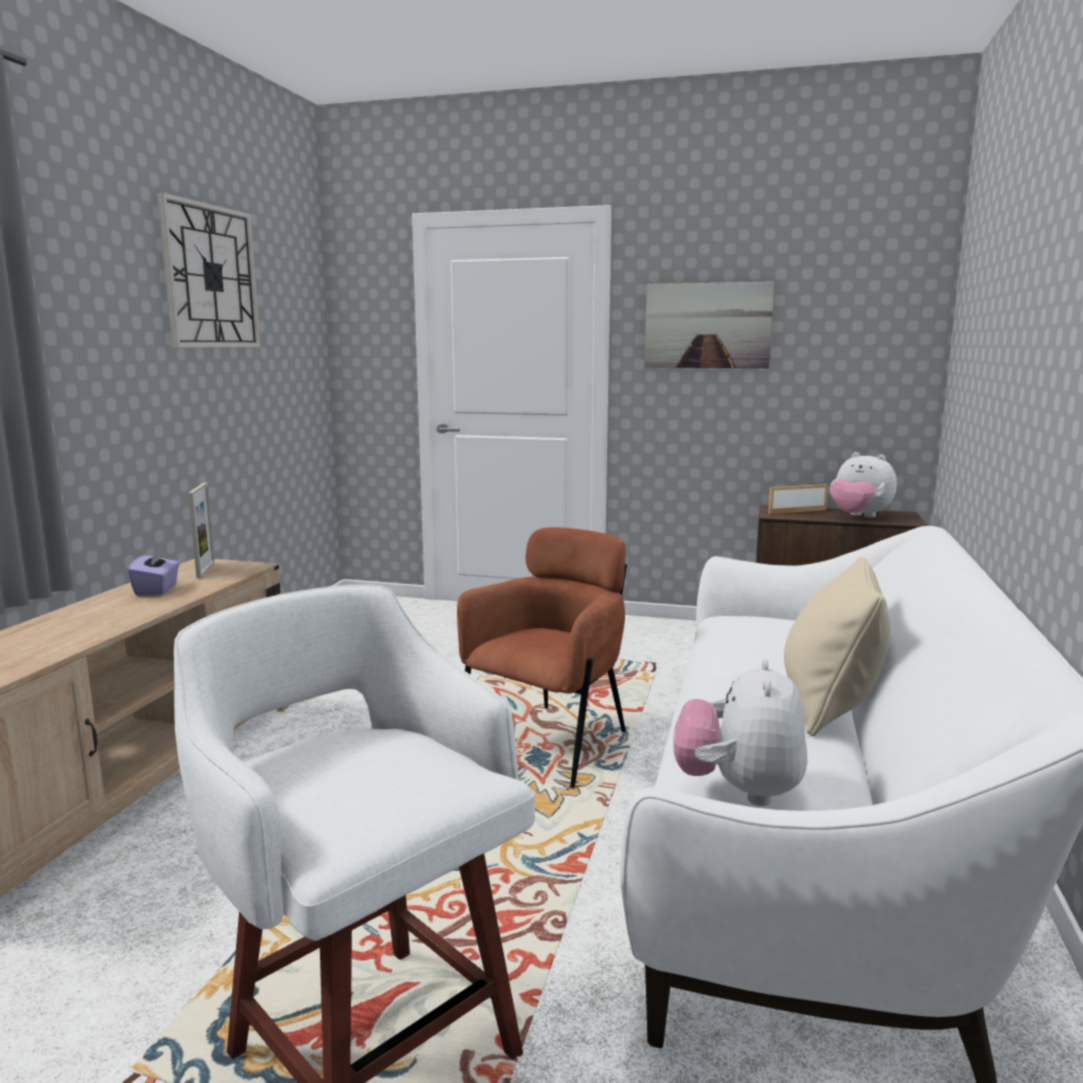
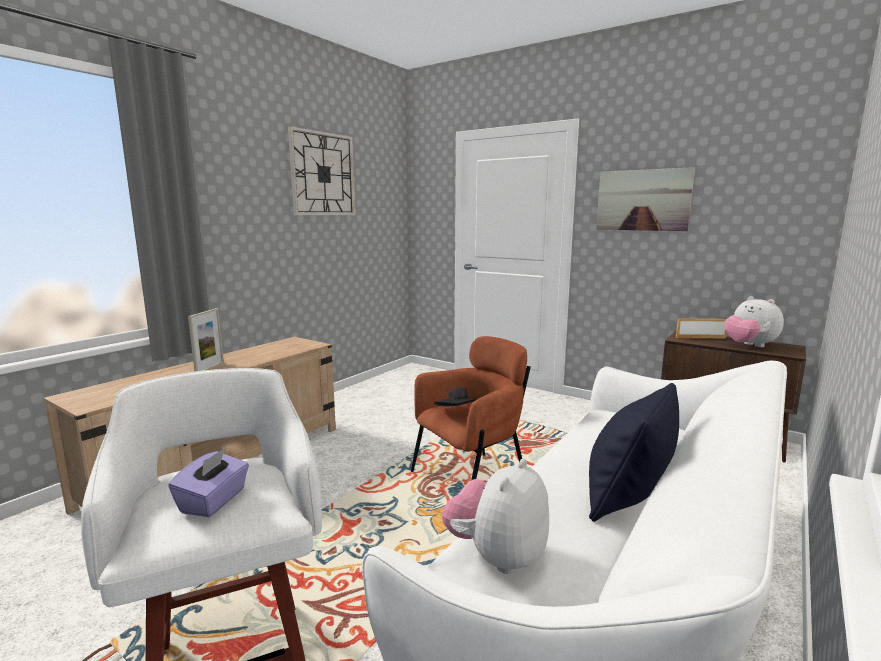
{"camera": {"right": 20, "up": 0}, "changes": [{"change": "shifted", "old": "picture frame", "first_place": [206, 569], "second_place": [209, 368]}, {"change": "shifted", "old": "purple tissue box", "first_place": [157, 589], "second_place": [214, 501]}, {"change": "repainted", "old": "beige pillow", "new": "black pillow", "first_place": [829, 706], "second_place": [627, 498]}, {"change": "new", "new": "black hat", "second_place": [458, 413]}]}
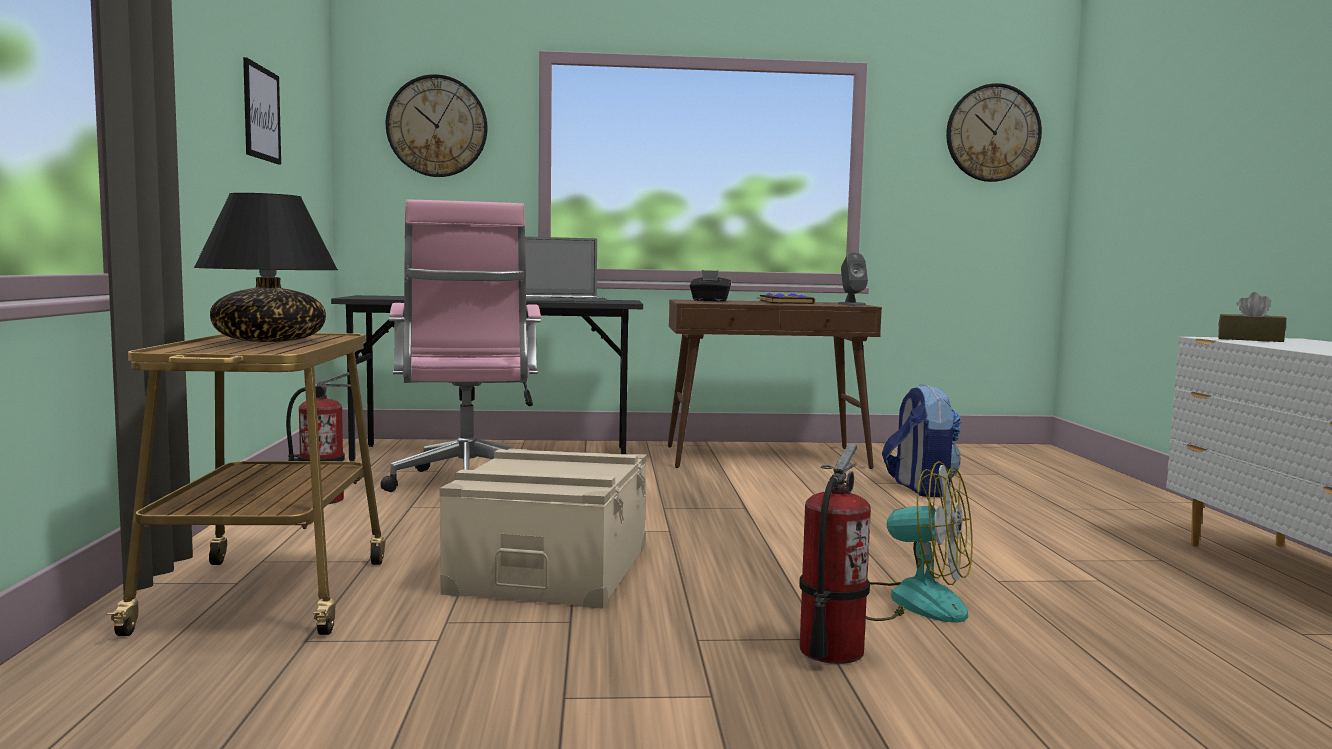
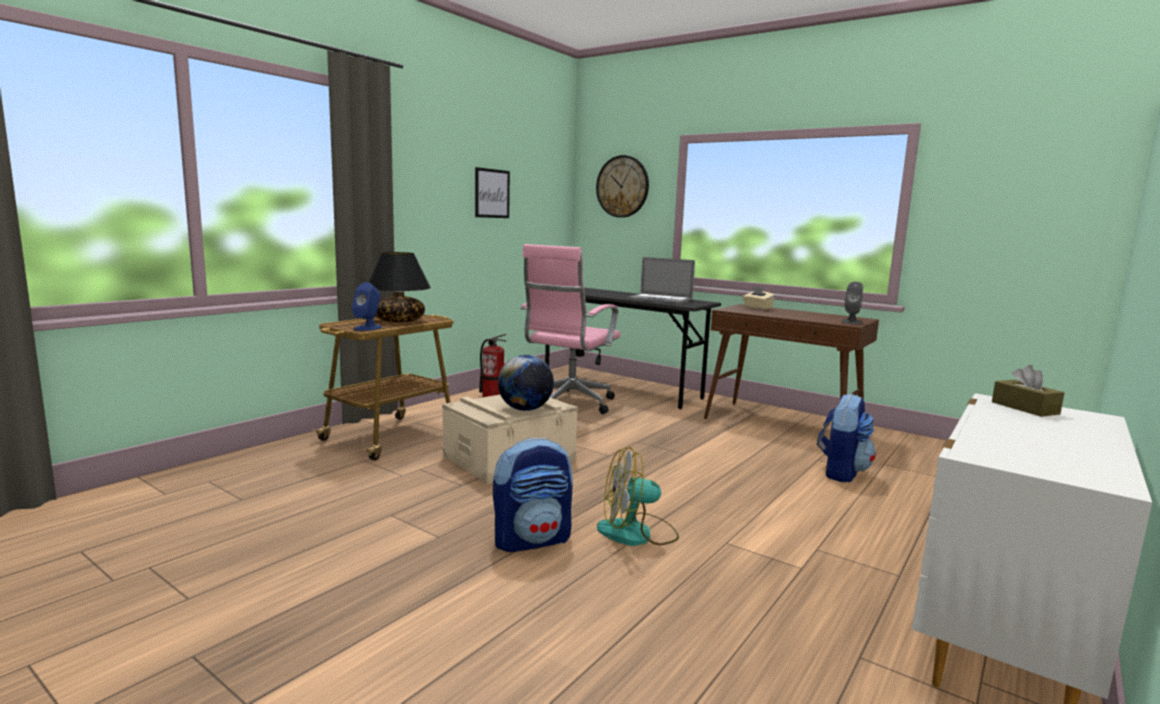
{"camera": {"right": 40, "up": 5}, "changes": [{"change": "gone", "old": "wall clock", "first_place": [993, 133]}, {"change": "repainted", "old": "black tissue box", "new": "beige tissue box", "first_place": [709, 300], "second_place": [757, 308]}, {"change": "gone", "old": "book", "first_place": [784, 302]}, {"change": "swapped", "old": "fire extinguisher", "new": "backpack", "first_place": [830, 651], "second_place": [532, 540]}, {"change": "rotated", "old": "fan", "first_place": [908, 601], "second_place": [637, 533], "degrees": 105}, {"change": "new", "new": "blue speaker", "second_place": [368, 328]}, {"change": "new", "new": "globe", "second_place": [525, 409]}]}
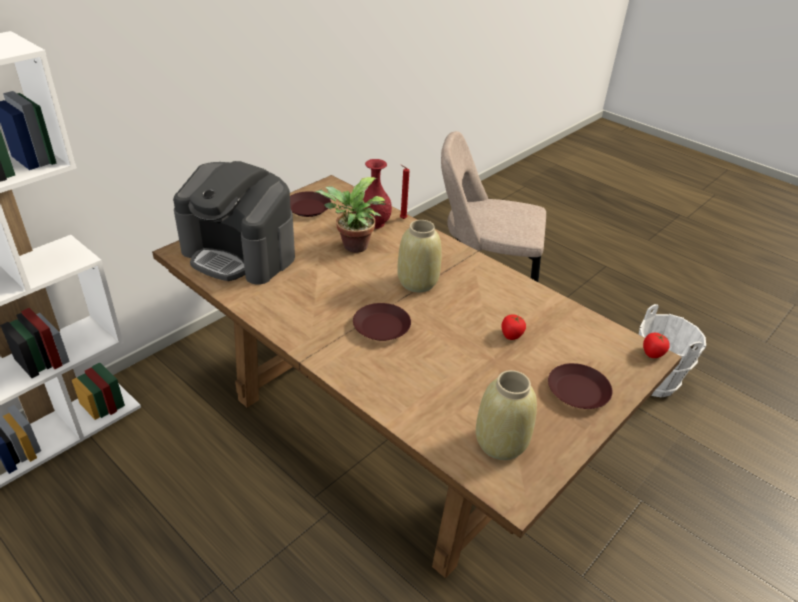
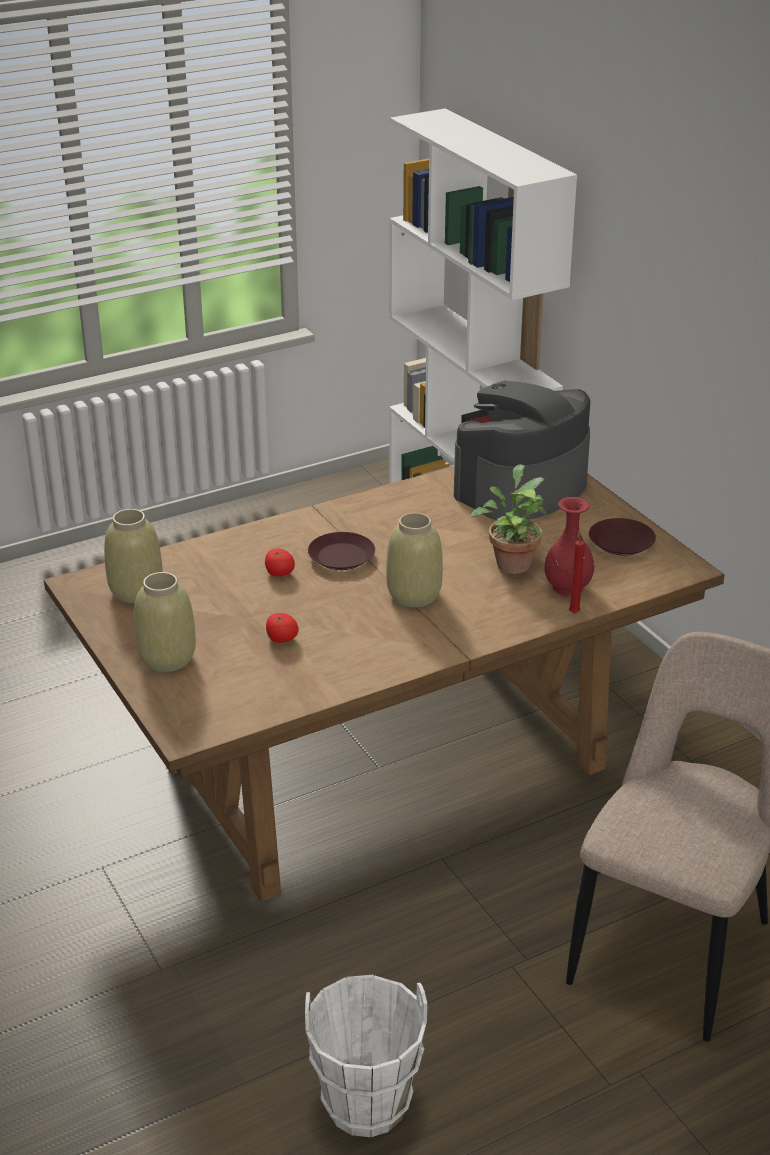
{"camera": {"right": 110, "up": -5}, "changes": [{"change": "shifted", "old": "tomato", "first_place": [652, 353], "second_place": [279, 573]}, {"change": "swapped", "old": "brown plate", "new": "beige vase", "first_place": [578, 391], "second_place": [166, 658]}]}
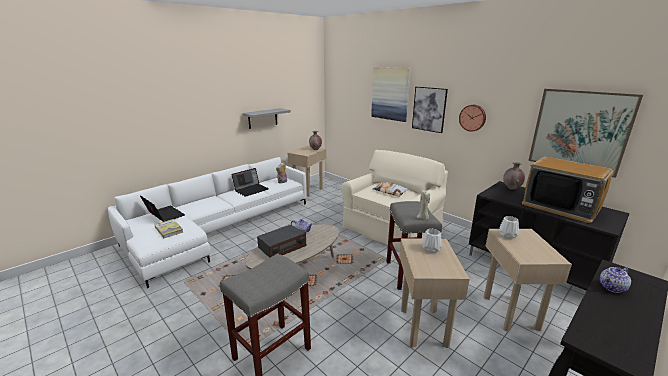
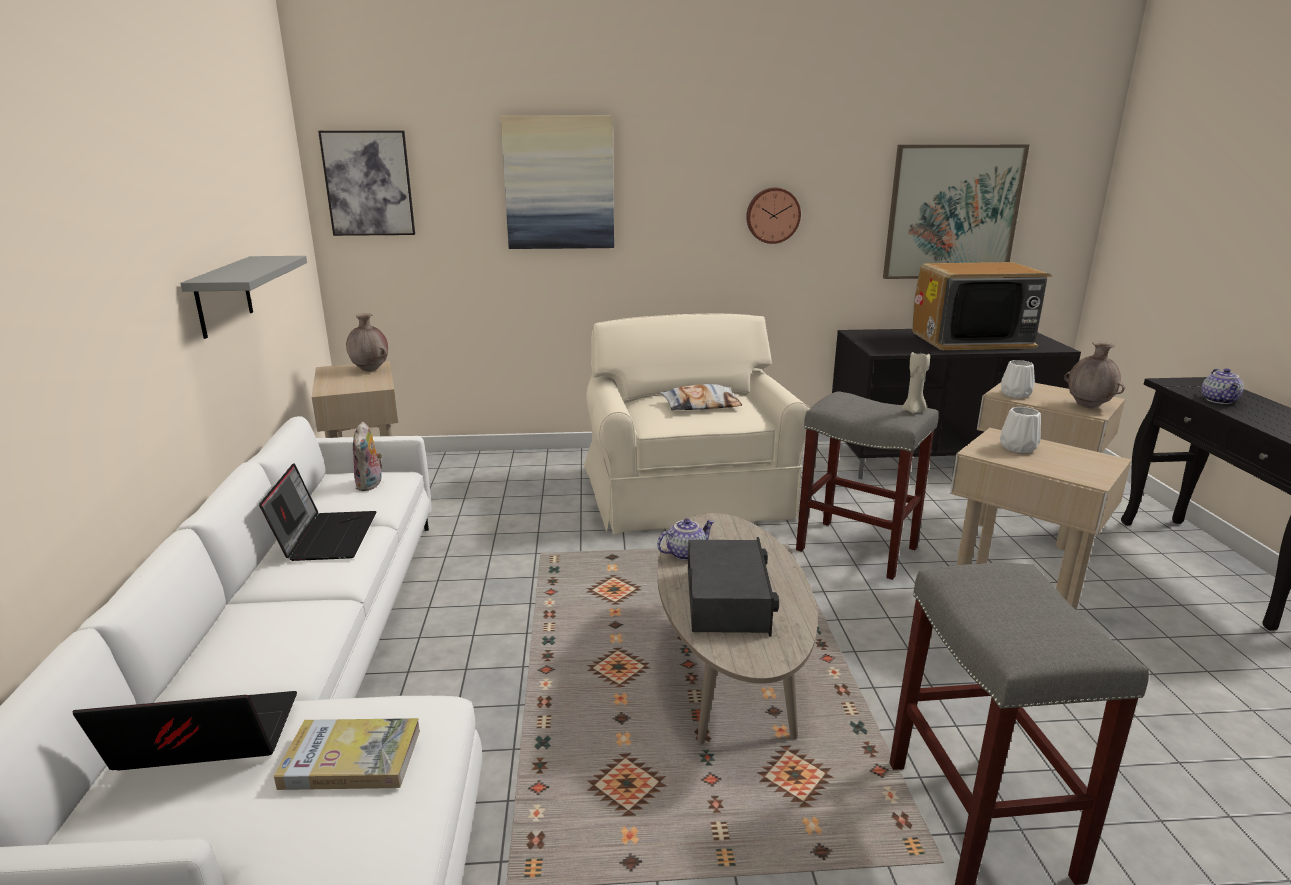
{"camera": {"right": -50, "up": 0}, "changes": [{"change": "shifted", "old": "picture", "first_place": [429, 109], "second_place": [368, 183]}, {"change": "shifted", "old": "brown vase", "first_place": [511, 188], "second_place": [1088, 406]}]}
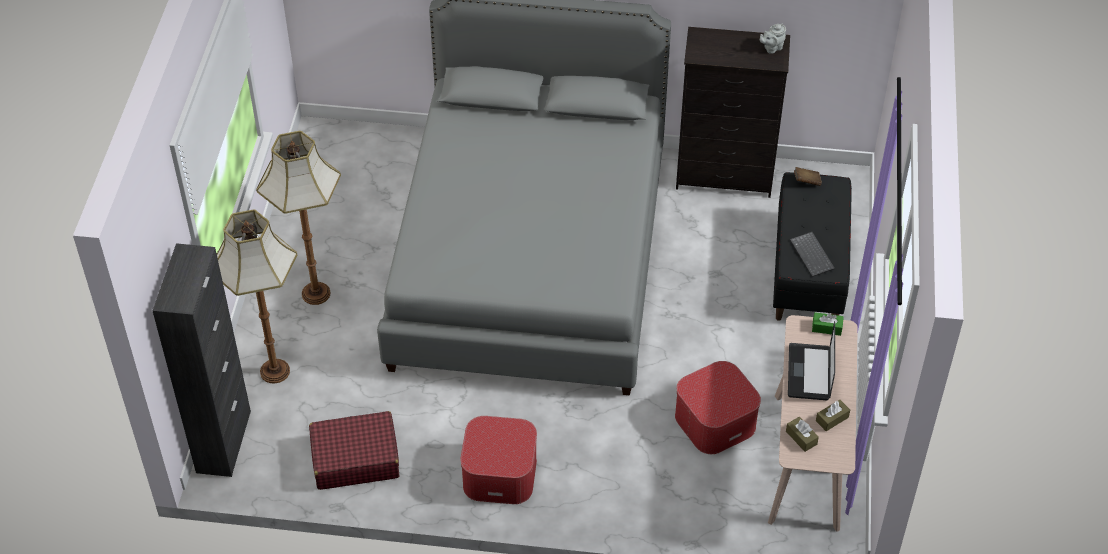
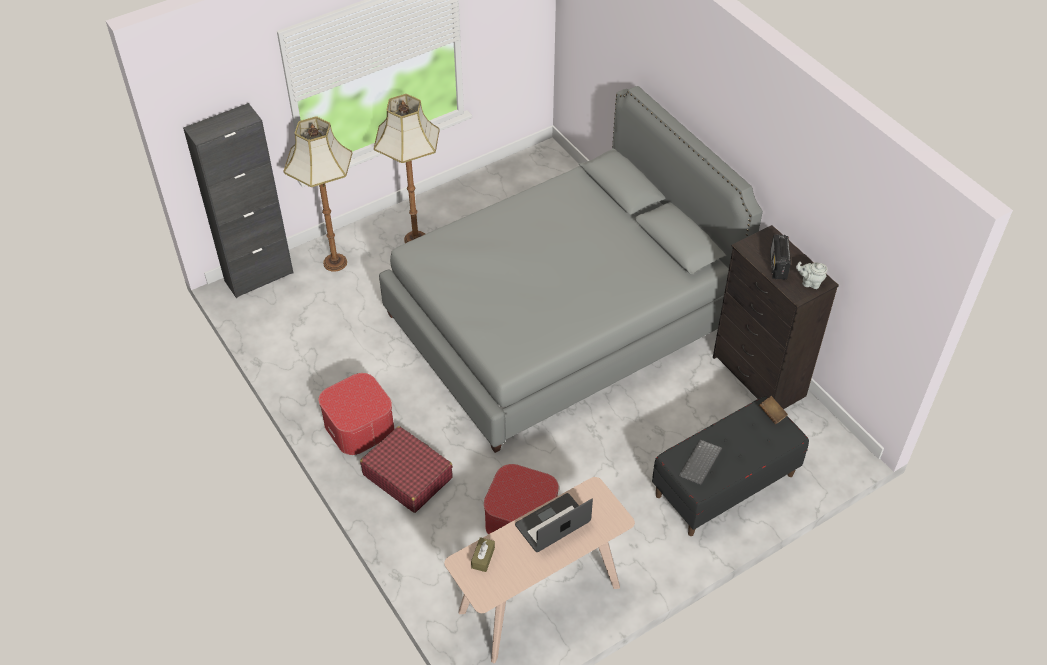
{"camera": {"right": 50, "up": 0}, "changes": [{"change": "gone", "old": "green tissue box", "first_place": [826, 328]}, {"change": "gone", "old": "brown tissue box", "first_place": [832, 419]}, {"change": "shifted", "old": "red suitcase", "first_place": [355, 458], "second_place": [407, 476]}, {"change": "new", "new": "radio", "second_place": [778, 266]}]}
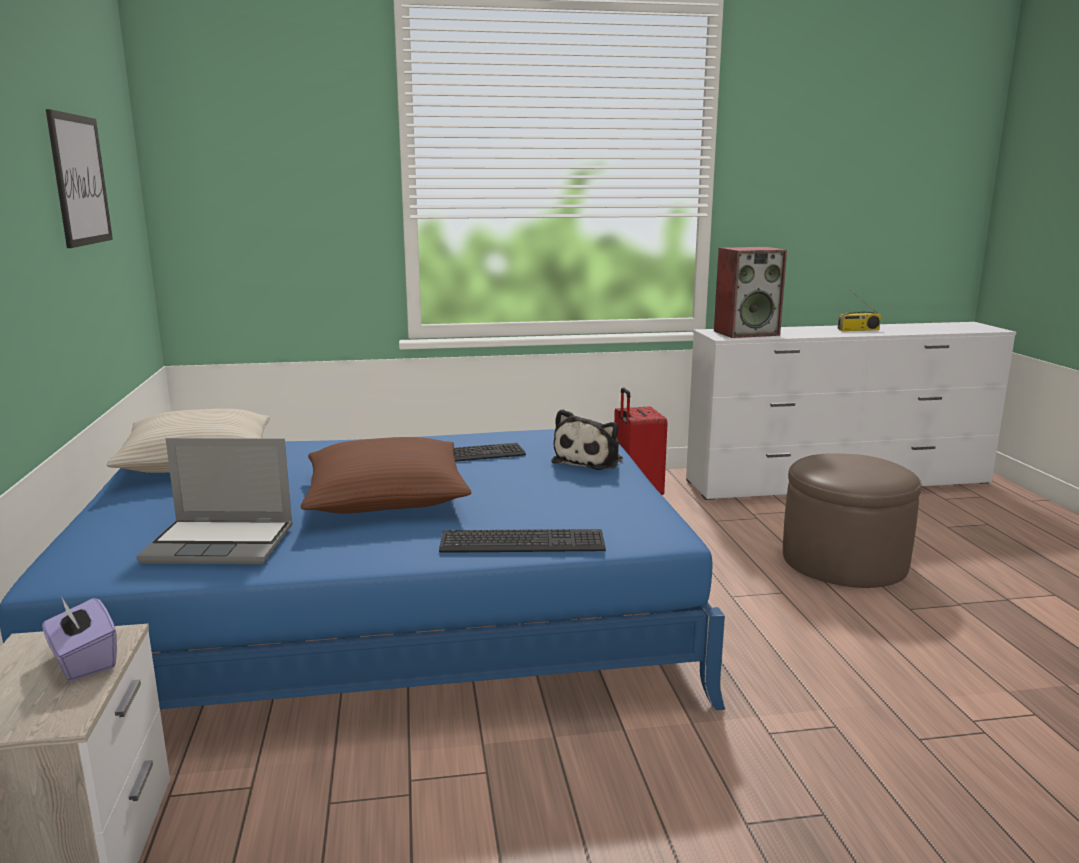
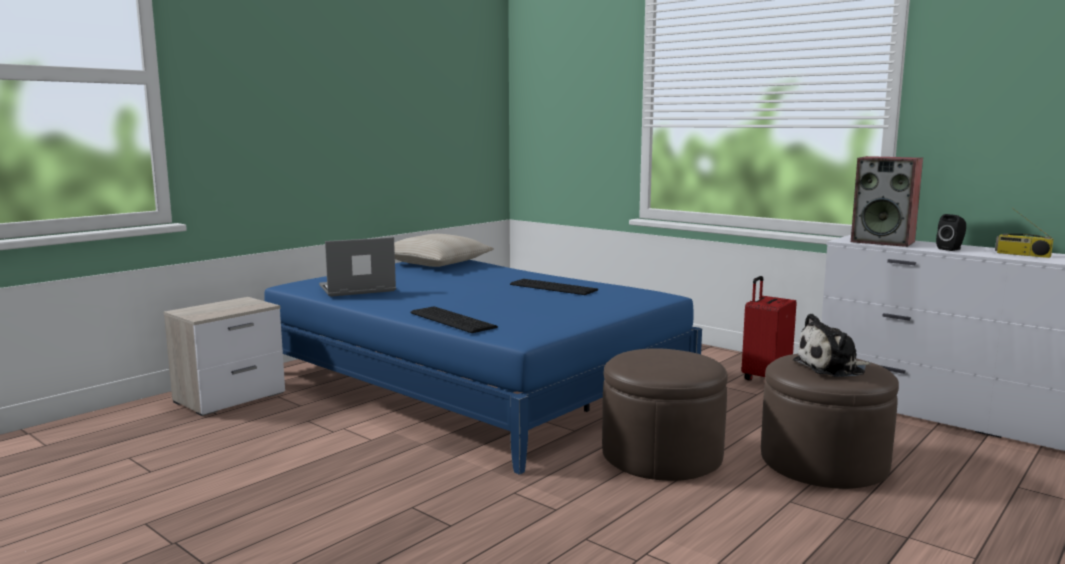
{"camera": {"right": 50, "up": -5}, "changes": [{"change": "gone", "old": "picture", "first_place": [80, 180]}, {"change": "shifted", "old": "plush toy", "first_place": [590, 460], "second_place": [832, 368]}, {"change": "gone", "old": "brown pillow", "first_place": [386, 496]}, {"change": "rotated", "old": "laptop", "first_place": [222, 544], "second_place": [356, 289], "degrees": 105}, {"change": "gone", "old": "purple tissue box", "first_place": [83, 661]}, {"change": "new", "new": "black speaker", "second_place": [951, 249]}, {"change": "new", "new": "brown ottoman", "second_place": [662, 455]}]}
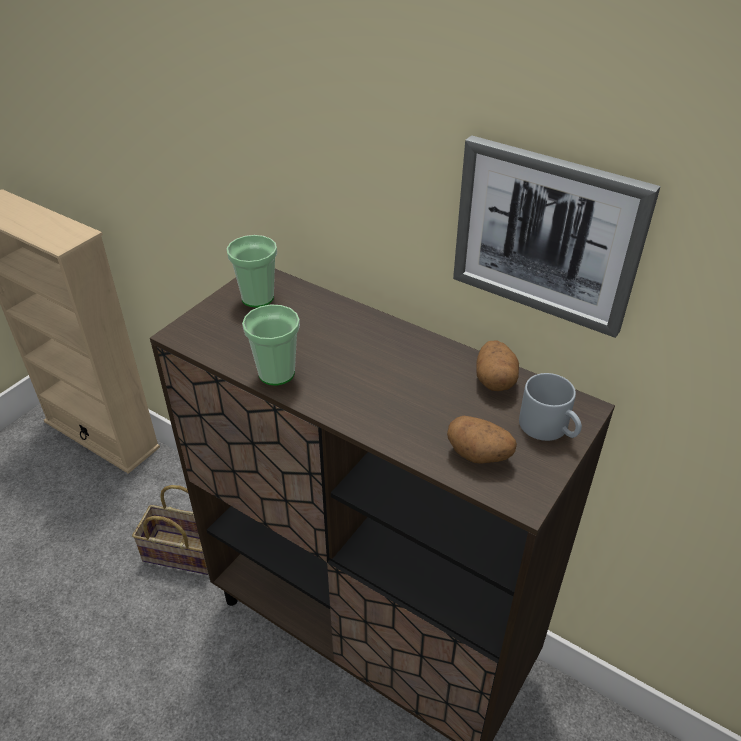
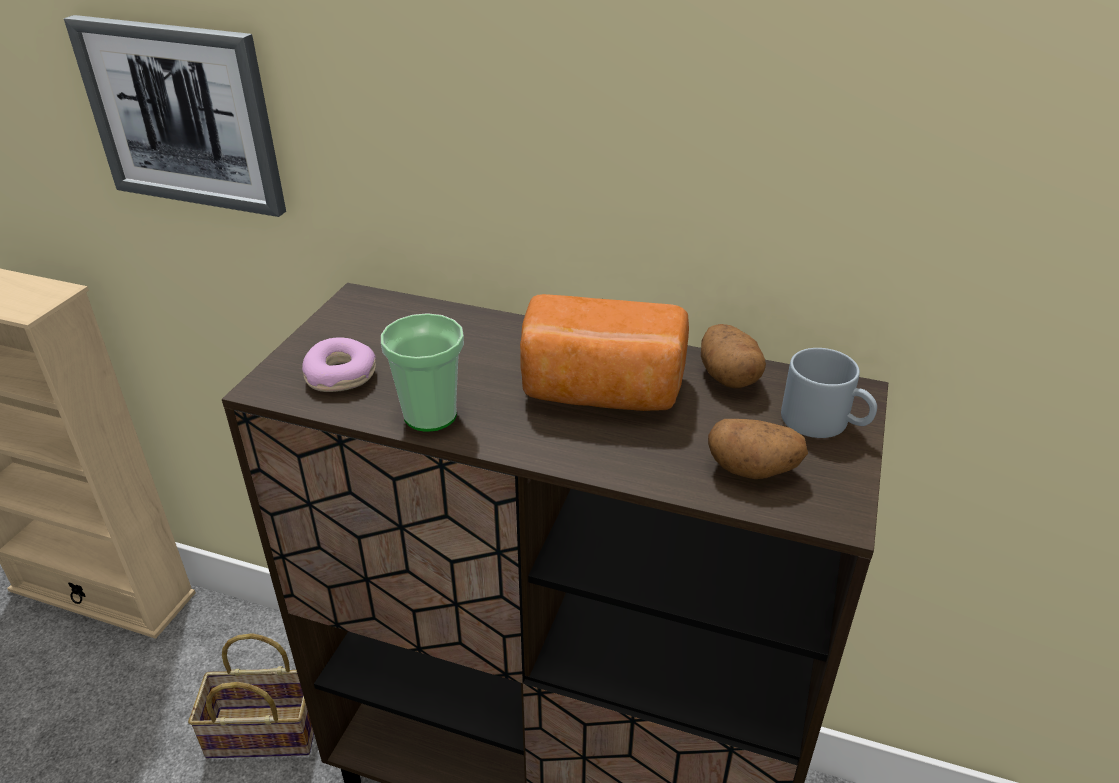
{"camera": {"right": -15, "up": -5}, "changes": [{"change": "shifted", "old": "picture", "first_place": [547, 235], "second_place": [183, 116]}, {"change": "gone", "old": "cup", "first_place": [257, 298]}, {"change": "new", "new": "bread", "second_place": [601, 392]}, {"change": "new", "new": "donut", "second_place": [341, 375]}]}
